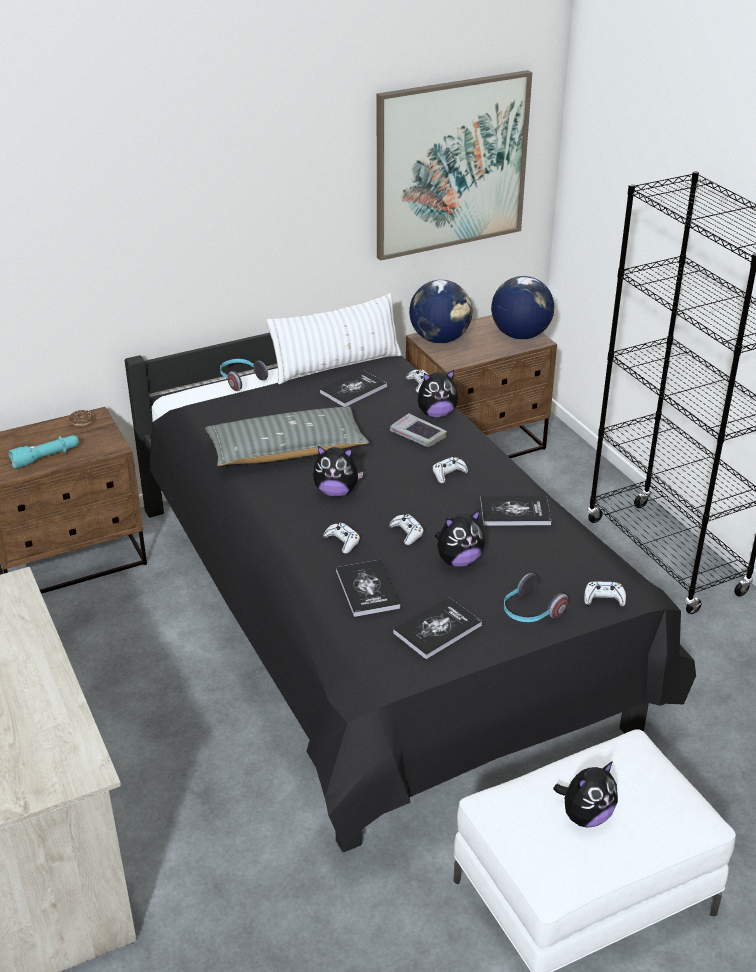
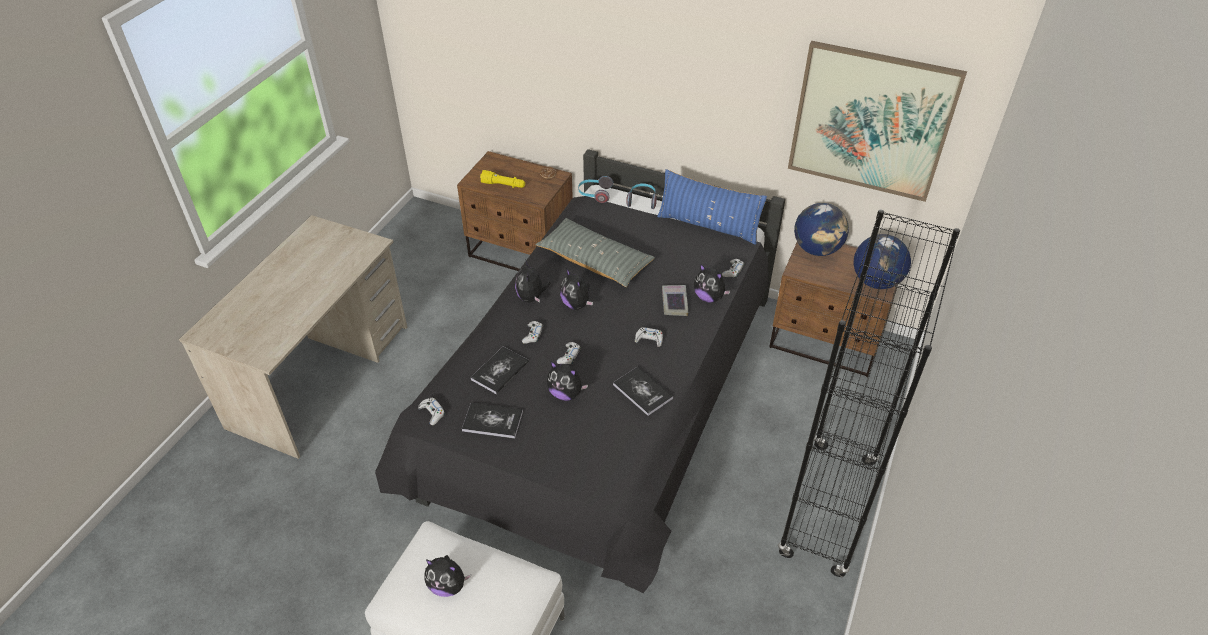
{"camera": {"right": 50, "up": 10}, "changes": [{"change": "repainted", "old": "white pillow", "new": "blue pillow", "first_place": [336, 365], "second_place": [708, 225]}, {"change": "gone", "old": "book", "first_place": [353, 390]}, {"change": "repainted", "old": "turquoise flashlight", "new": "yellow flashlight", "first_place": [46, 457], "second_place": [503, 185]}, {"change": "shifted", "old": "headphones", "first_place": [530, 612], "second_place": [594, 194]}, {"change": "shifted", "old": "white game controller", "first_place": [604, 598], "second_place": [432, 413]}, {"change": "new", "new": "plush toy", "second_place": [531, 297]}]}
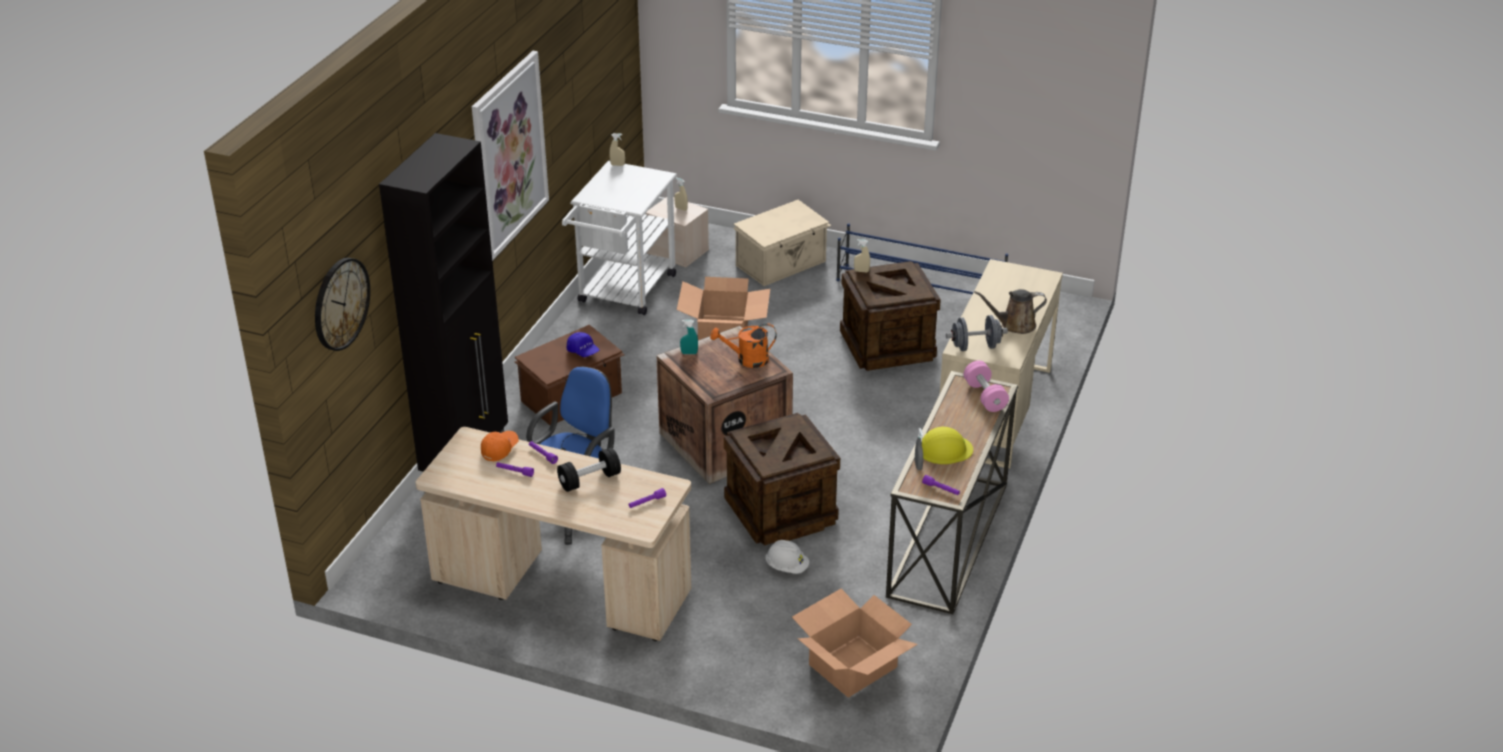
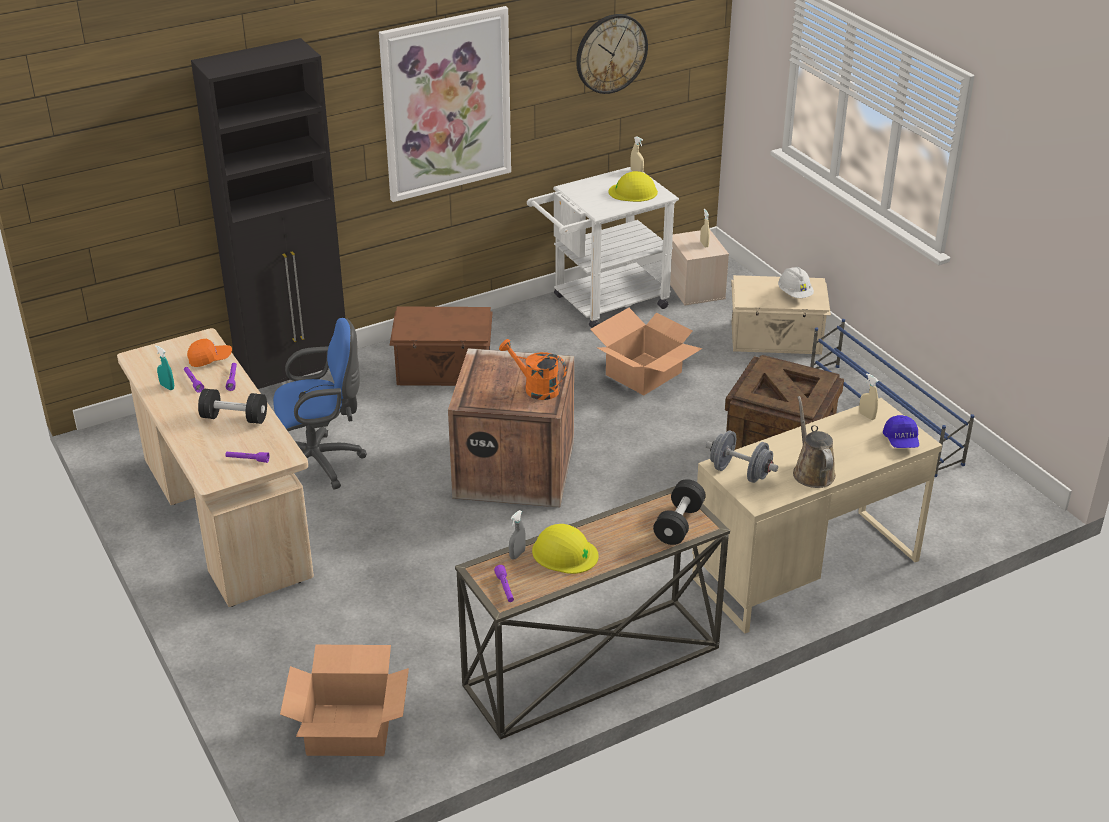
{"camera": {"right": 40, "up": 0}, "changes": [{"change": "shifted", "old": "beige spray bottle", "first_place": [861, 271], "second_place": [867, 416]}, {"change": "shifted", "old": "wall clock", "first_place": [340, 303], "second_place": [611, 53]}, {"change": "rotated", "old": "brown watering can", "first_place": [1014, 325], "second_place": [812, 471], "degrees": 45}, {"change": "shifted", "old": "turquoise spray bottle", "first_place": [689, 353], "second_place": [167, 387]}, {"change": "shifted", "old": "blue cap", "first_place": [583, 351], "second_place": [901, 441]}, {"change": "repainted", "old": "pink dumbbell", "new": "black dumbbell", "first_place": [985, 396], "second_place": [679, 524]}, {"change": "gone", "old": "crate", "first_place": [781, 512]}, {"change": "shifted", "old": "white hard hat", "first_place": [787, 567], "second_place": [794, 294]}, {"change": "new", "new": "yellow hard hat", "second_place": [633, 192]}]}
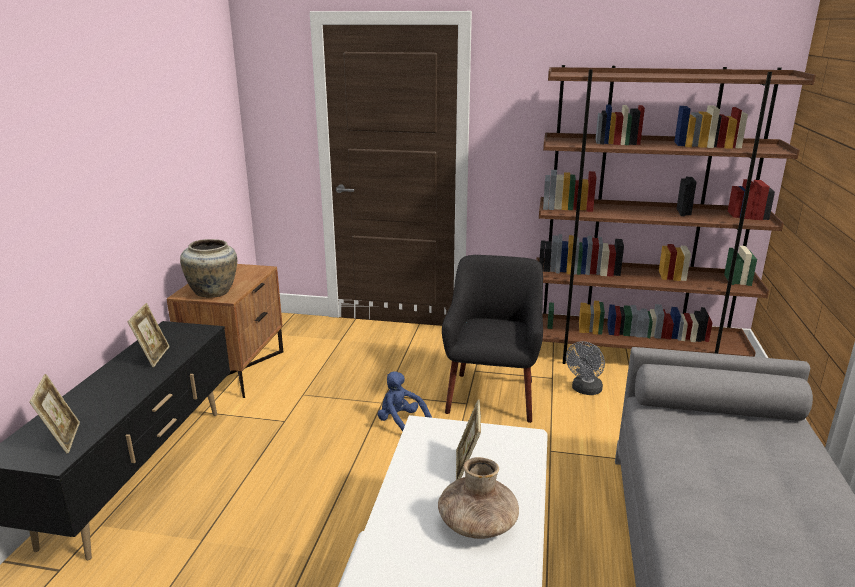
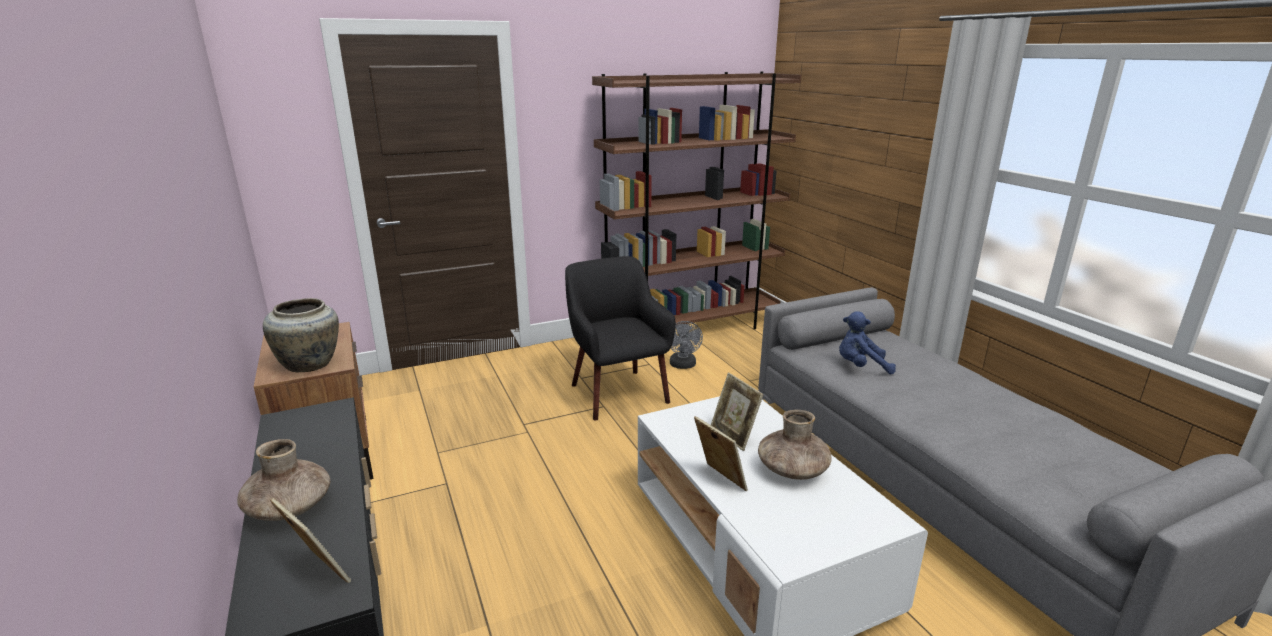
{"camera": {"right": -35, "up": 0}, "changes": [{"change": "shifted", "old": "picture frame", "first_place": [153, 356], "second_place": [719, 480]}, {"change": "shifted", "old": "blue plush toy", "first_place": [401, 422], "second_place": [860, 367]}, {"change": "new", "new": "brown vase", "second_place": [290, 507]}]}
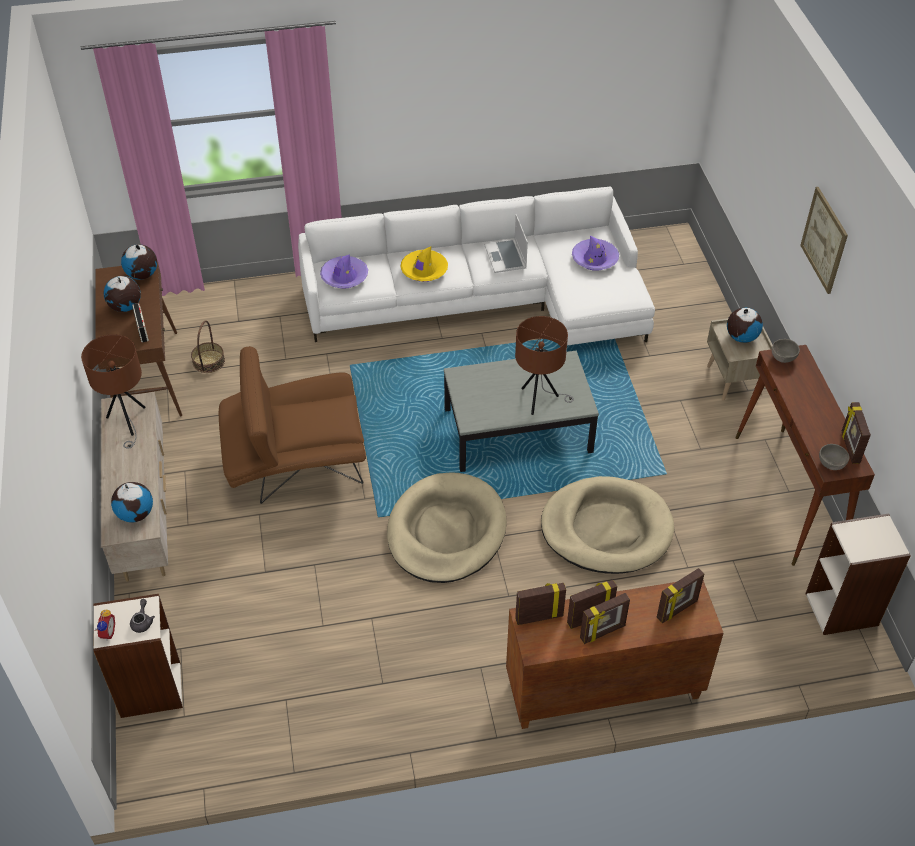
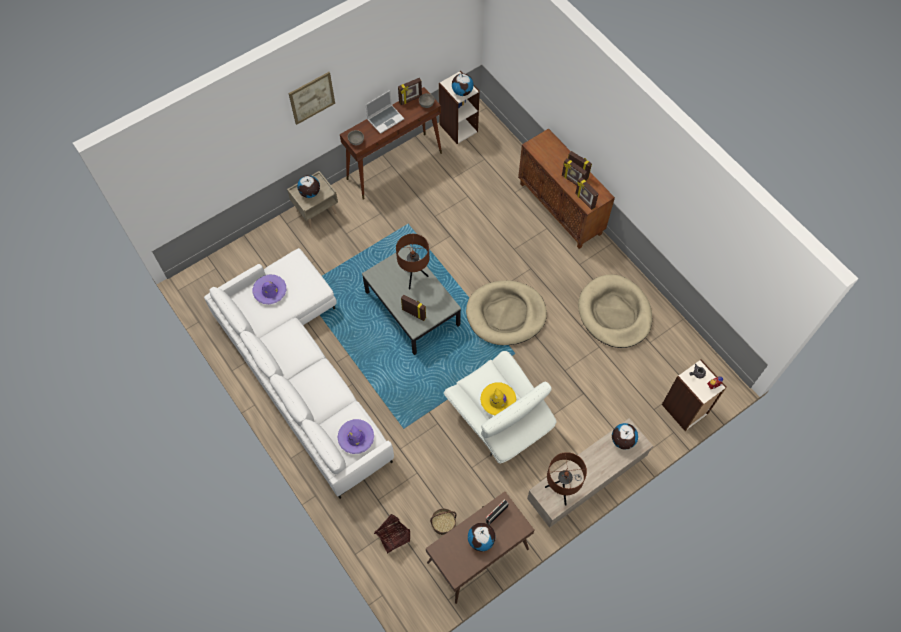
{"camera": {"right": -115, "up": 15}, "changes": [{"change": "shifted", "old": "laptop", "first_place": [506, 257], "second_place": [385, 119]}, {"change": "shifted", "old": "globe", "first_place": [142, 275], "second_place": [462, 91]}, {"change": "shifted", "old": "yellow hat", "first_place": [424, 270], "second_place": [498, 401]}, {"change": "repainted", "old": "brown armchair", "new": "white armchair", "first_place": [296, 462], "second_place": [499, 418]}, {"change": "shifted", "old": "beige dog bed", "first_place": [606, 529], "second_place": [614, 313]}, {"change": "shifted", "old": "picture frame", "first_place": [677, 610], "second_place": [414, 313]}, {"change": "new", "new": "basket", "second_place": [393, 536]}]}
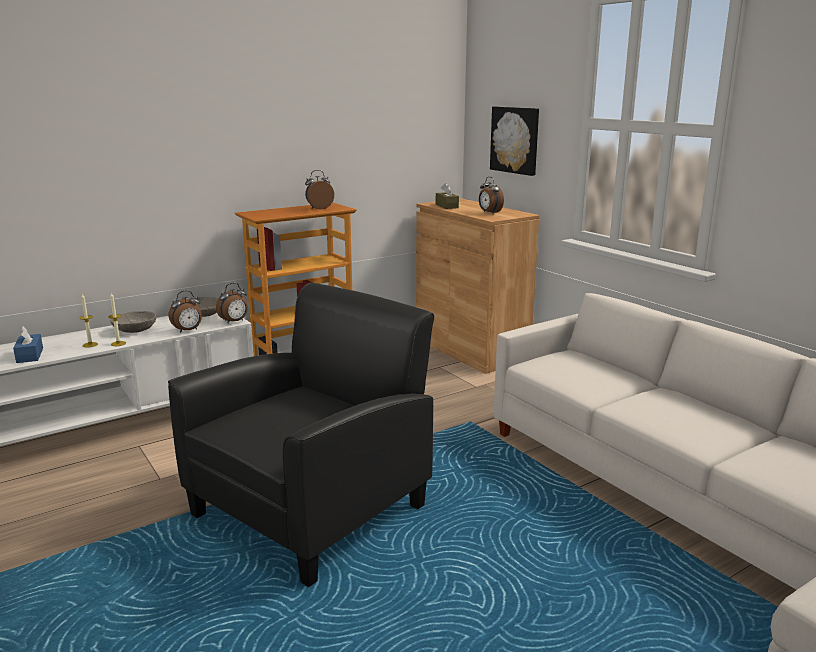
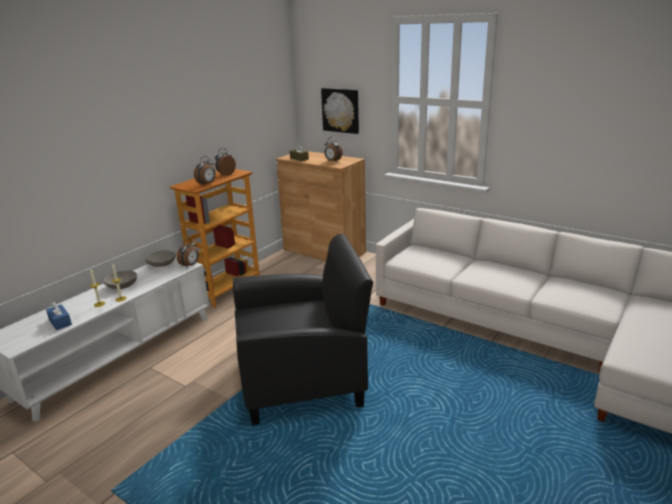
{"camera": {"right": -20, "up": 5}, "changes": [{"change": "rotated", "old": "black armchair", "first_place": [312, 509], "second_place": [302, 379], "degrees": 60}, {"change": "shifted", "old": "alarm clock", "first_place": [188, 330], "second_place": [207, 184]}]}
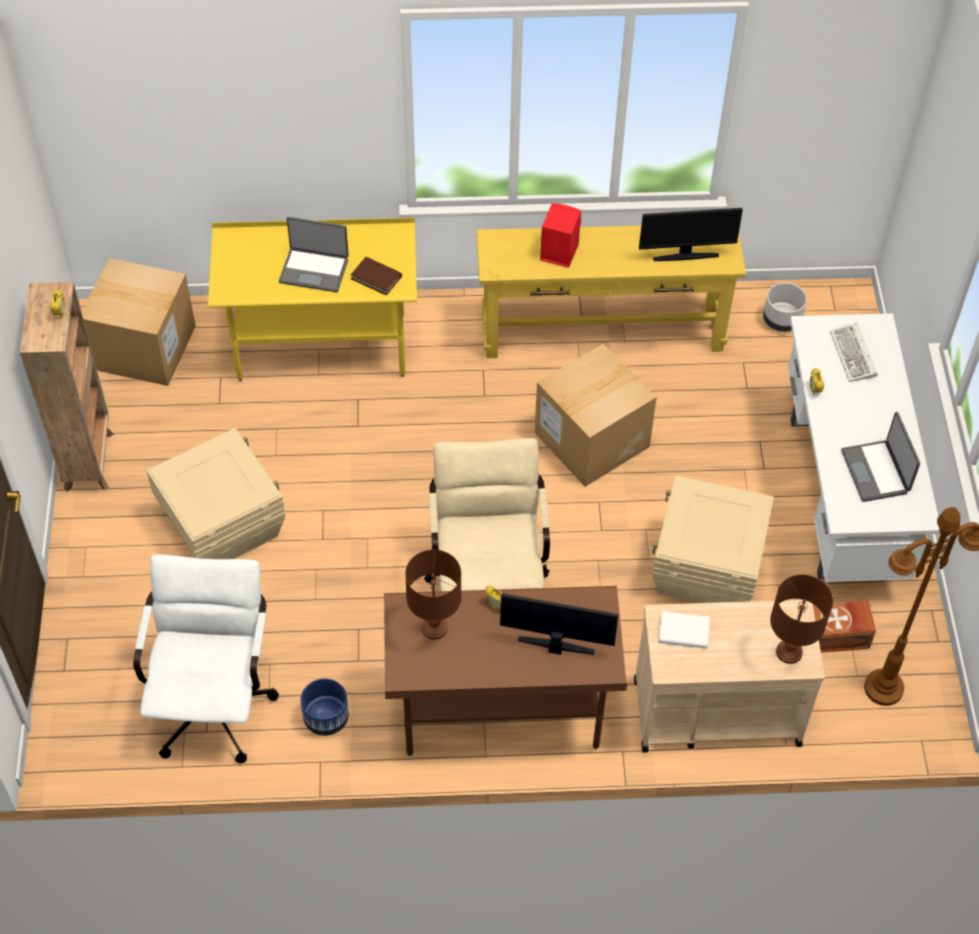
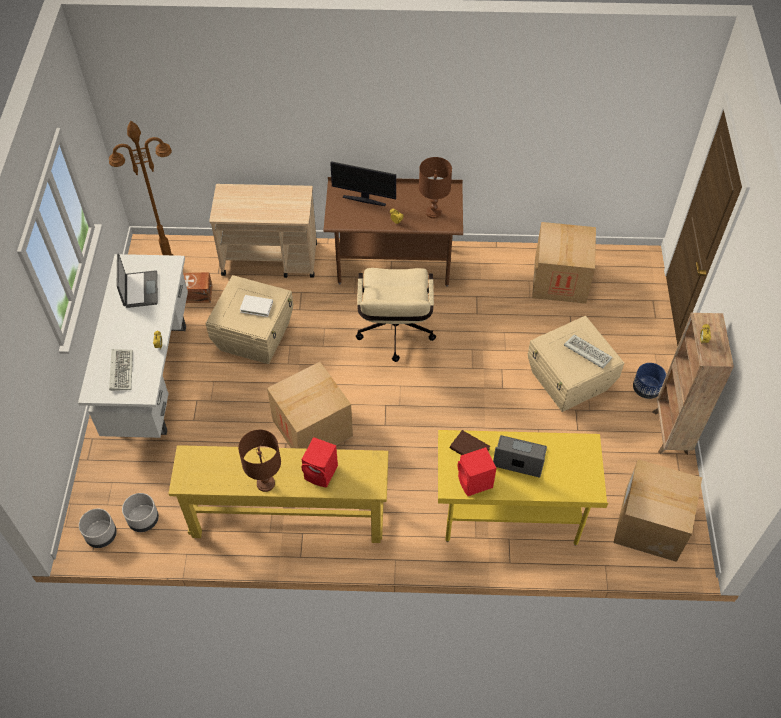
{"camera": {"right": -175, "up": 0}, "changes": [{"change": "gone", "old": "monitor", "first_place": [685, 255]}, {"change": "swapped", "old": "white office chair", "new": "cardboard box", "first_place": [214, 700], "second_place": [560, 280]}, {"change": "shifted", "old": "brown table lamp", "first_place": [789, 652], "second_place": [265, 483]}, {"change": "shifted", "old": "white book", "first_place": [683, 632], "second_place": [256, 307]}, {"change": "shifted", "old": "blue planter", "first_place": [326, 718], "second_place": [646, 389]}, {"change": "new", "new": "keyboard", "second_place": [586, 352]}, {"change": "new", "new": "red speaker", "second_place": [475, 483]}, {"change": "new", "new": "grey planter", "second_place": [101, 535]}]}
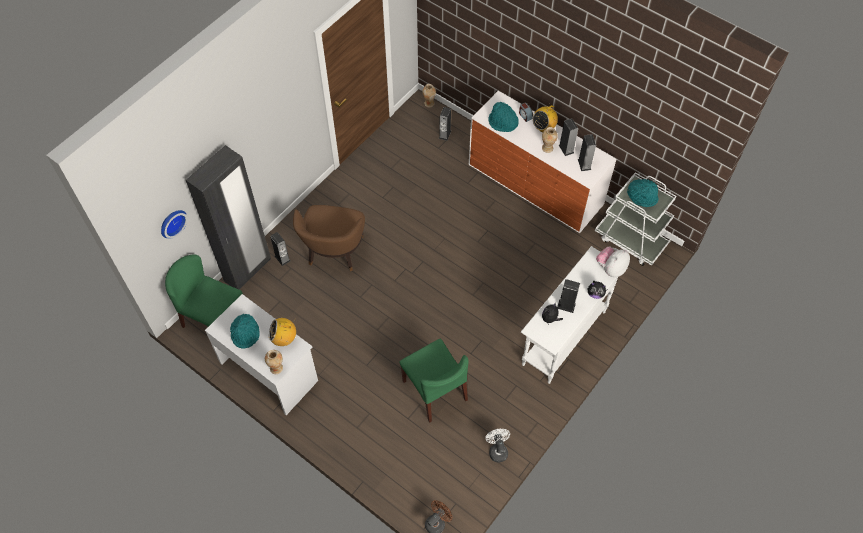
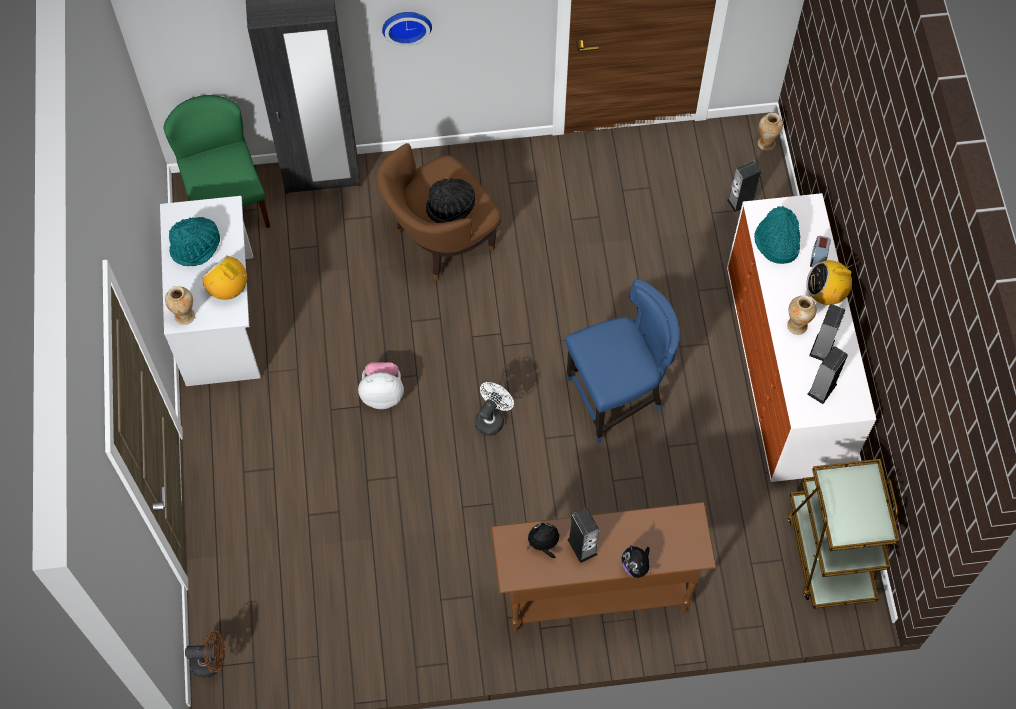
{"camera": {"right": 45, "up": 5}, "changes": [{"change": "repainted", "old": "white cart", "new": "brown cart", "first_place": [631, 240], "second_place": [830, 552]}, {"change": "gone", "old": "turquoise hat", "first_place": [642, 196]}, {"change": "shifted", "old": "wall clock", "first_place": [171, 222], "second_place": [406, 24]}, {"change": "gone", "old": "speaker", "first_place": [282, 258]}, {"change": "repainted", "old": "white console table", "new": "brown console table", "first_place": [563, 338], "second_place": [595, 593]}, {"change": "shifted", "old": "plush toy", "first_place": [611, 268], "second_place": [382, 393]}, {"change": "gone", "old": "green chair", "first_place": [435, 391]}, {"change": "shifted", "old": "white fan", "first_place": [497, 450], "second_place": [492, 418]}, {"change": "new", "new": "black hat", "second_place": [451, 206]}, {"change": "new", "new": "blue chair", "second_place": [617, 397]}]}
